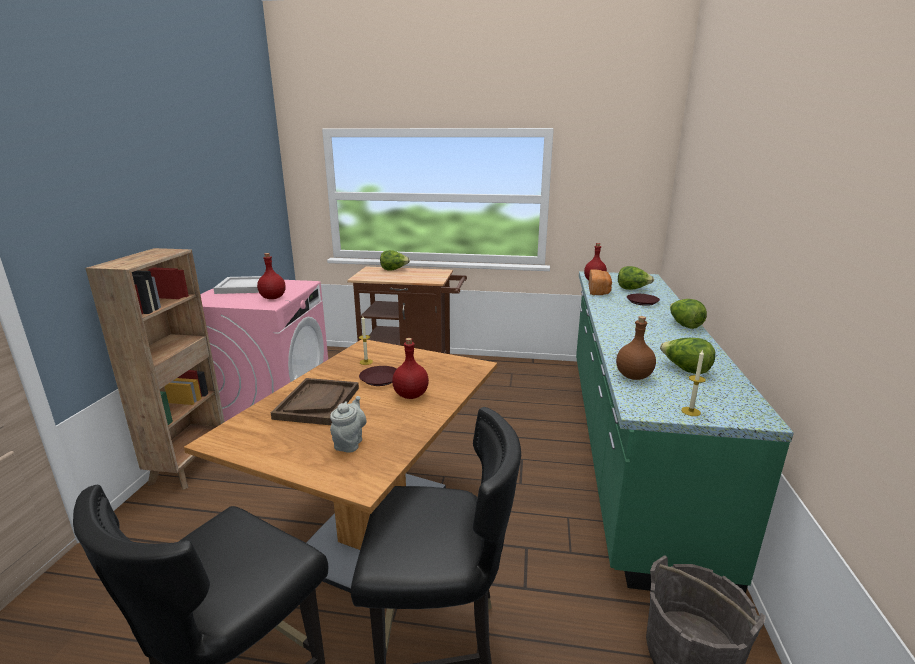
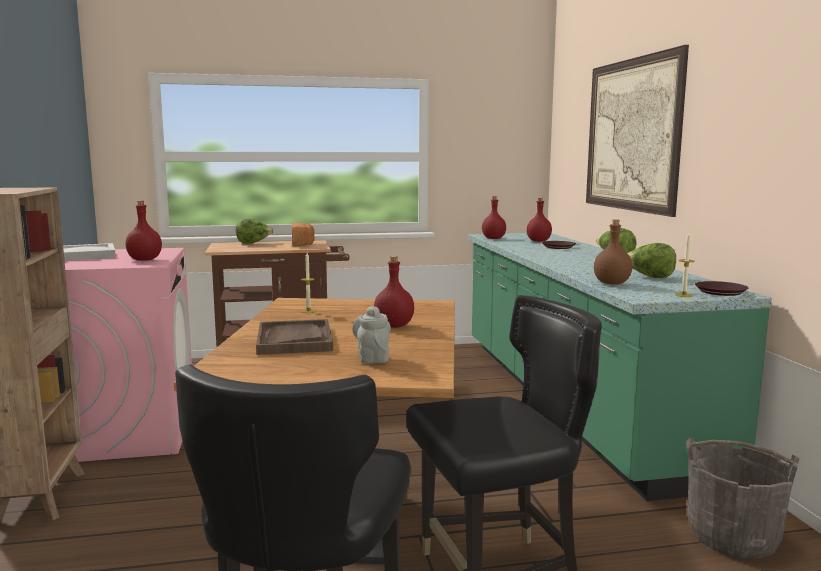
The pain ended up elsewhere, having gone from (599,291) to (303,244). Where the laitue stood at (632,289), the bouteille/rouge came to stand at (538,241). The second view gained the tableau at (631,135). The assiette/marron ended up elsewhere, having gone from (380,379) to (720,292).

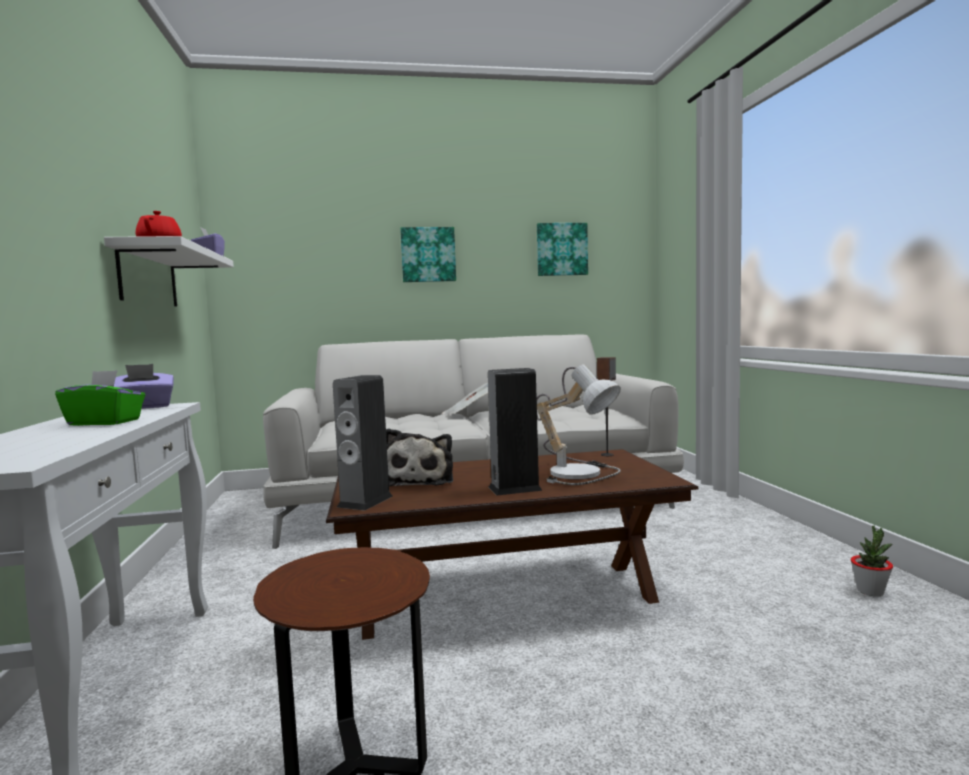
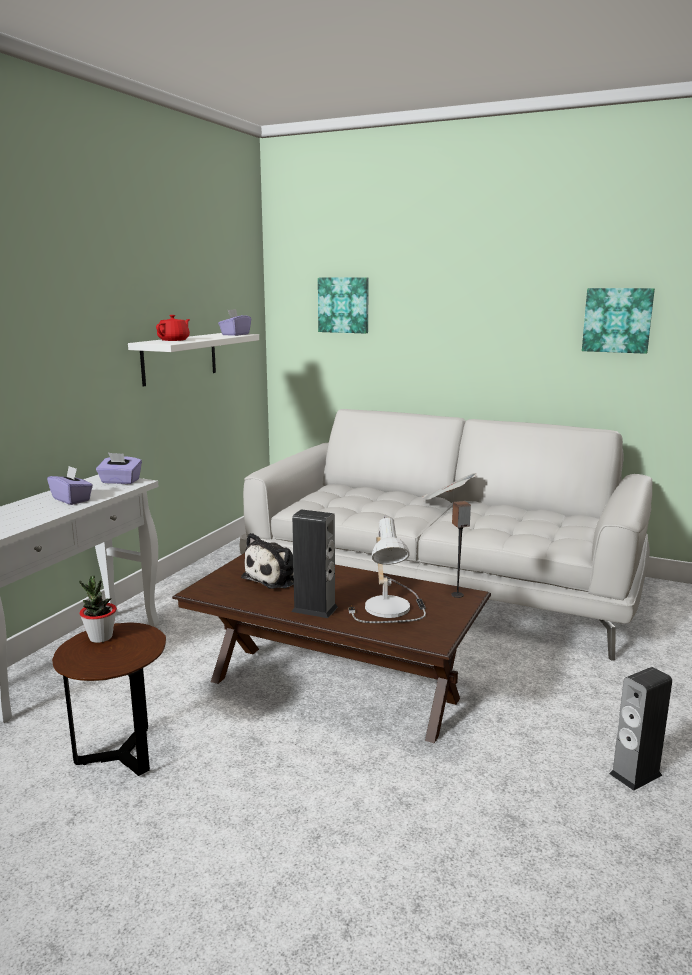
What was the boîte à mouchoirs/vert at (105,422) turned into the boîte à mouchoirs/violet at (72,499). The plante en pot ended up elsewhere, having gone from (870,591) to (100,637). The tableau ended up elsewhere, having gone from (428,255) to (344,305). The enceinte ended up elsewhere, having gone from (365,501) to (635,774).

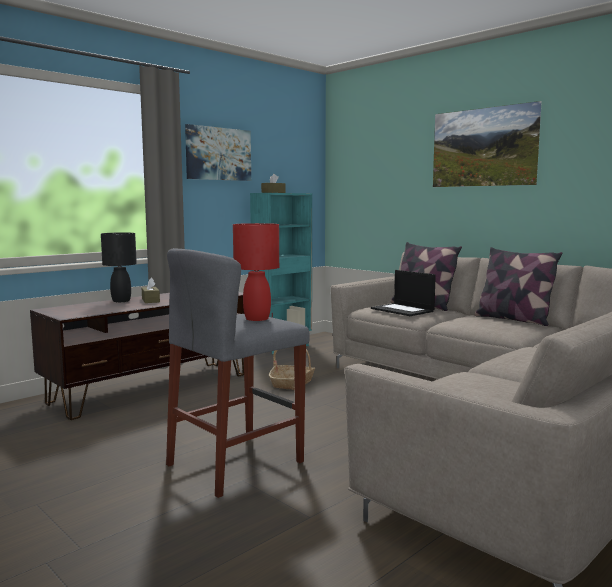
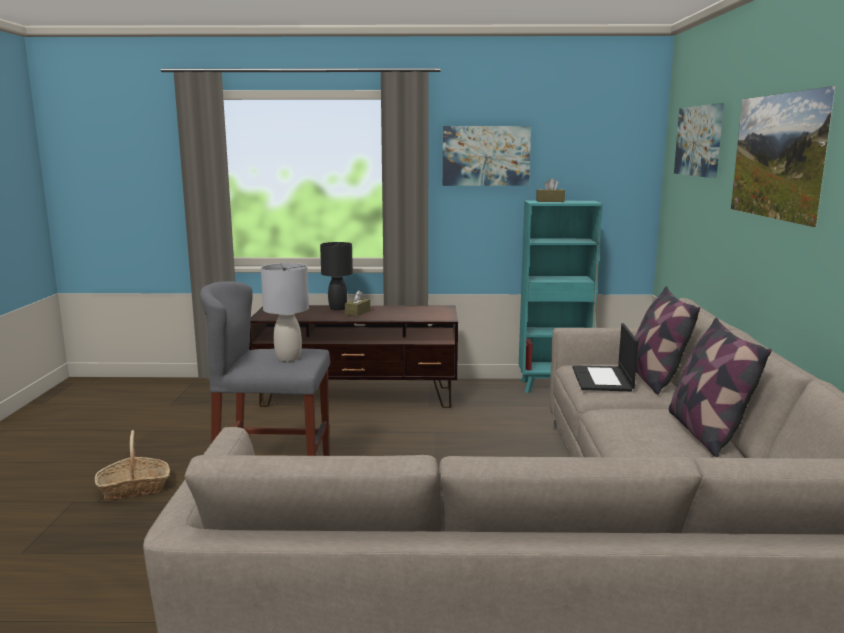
The panier ended up elsewhere, having gone from (292,383) to (134,488). What was the lampe de table/rouge at (257,318) turned into the lampe de table/gris at (289,358). The second view gained the tableau at (699,141).

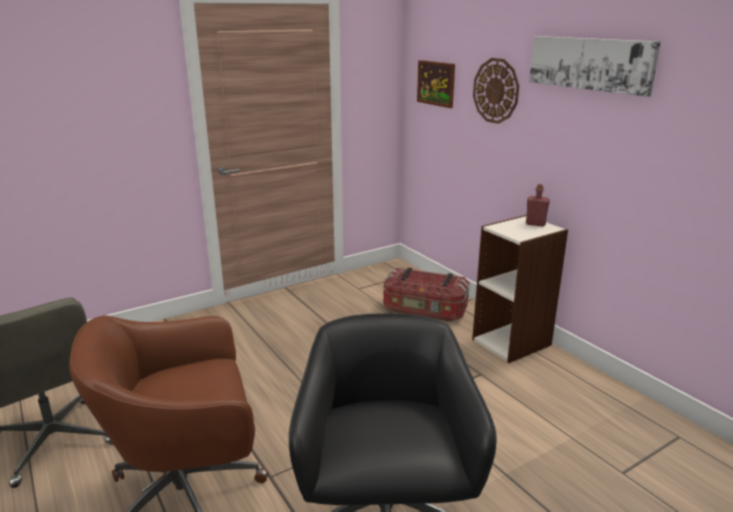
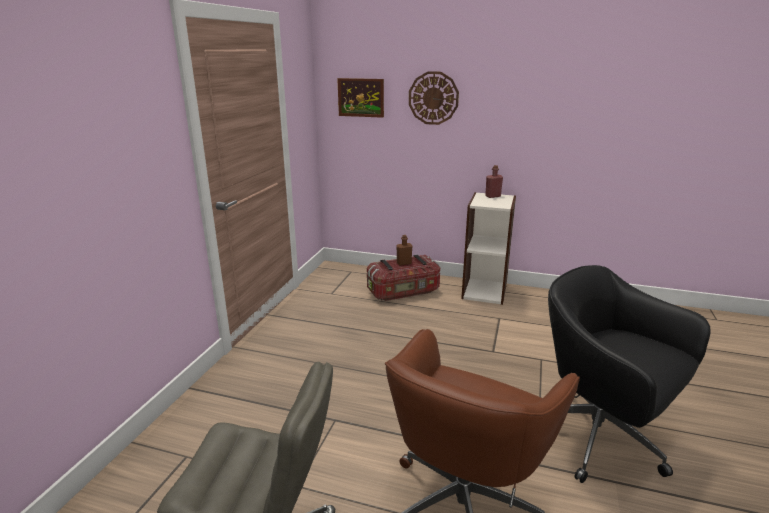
The second view gained the bouteille/marron at (404,263). The second view lost the tableau at (590,63).

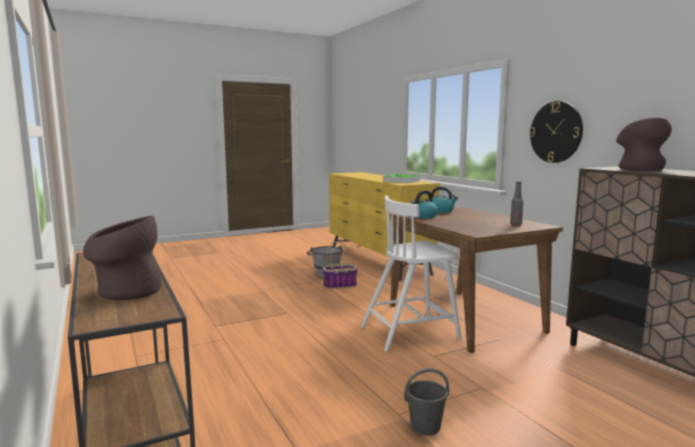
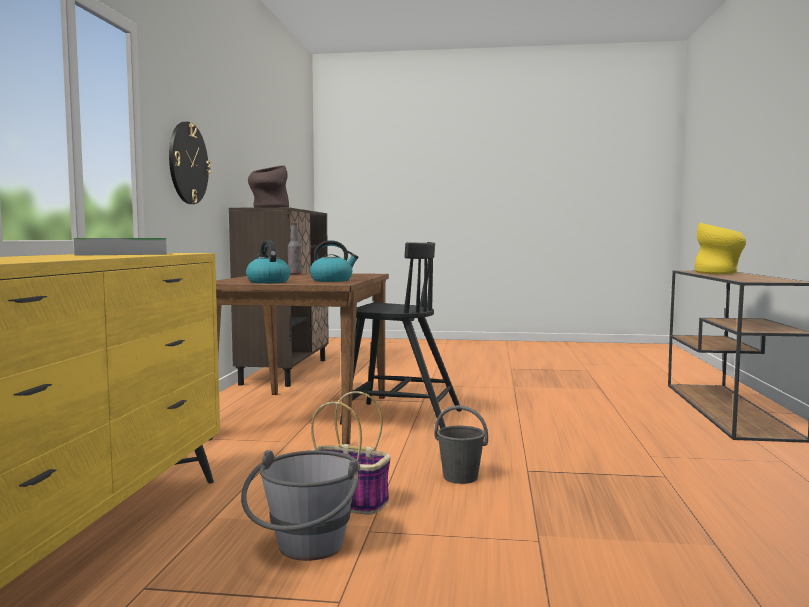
What was the chaise/blanc at (411,332) turned into the chaise/noir at (400,417). The seau/gris ended up elsewhere, having gone from (426,426) to (459,477). What was the vase/marron at (125,292) turned into the vase/jaune at (719,273).

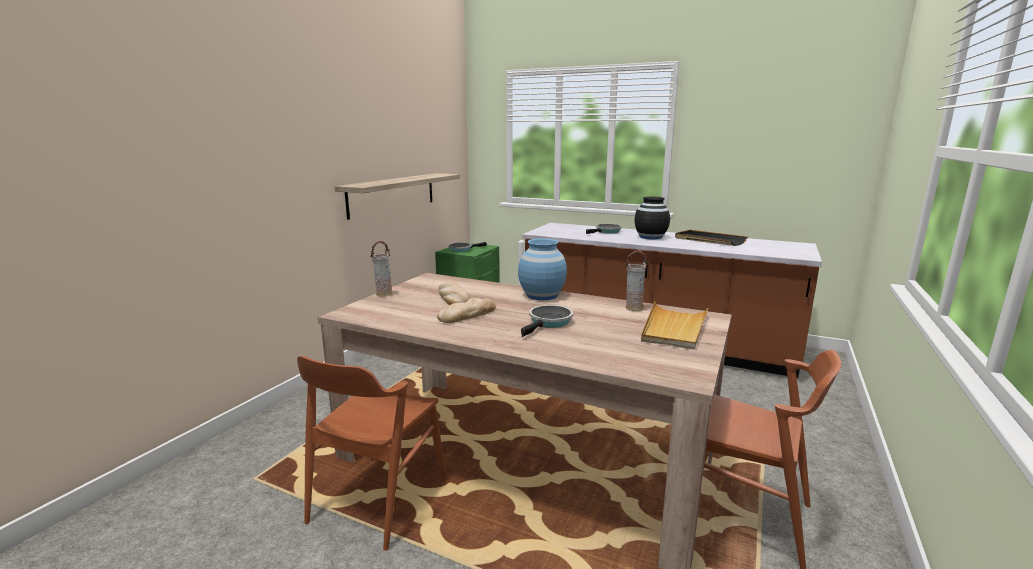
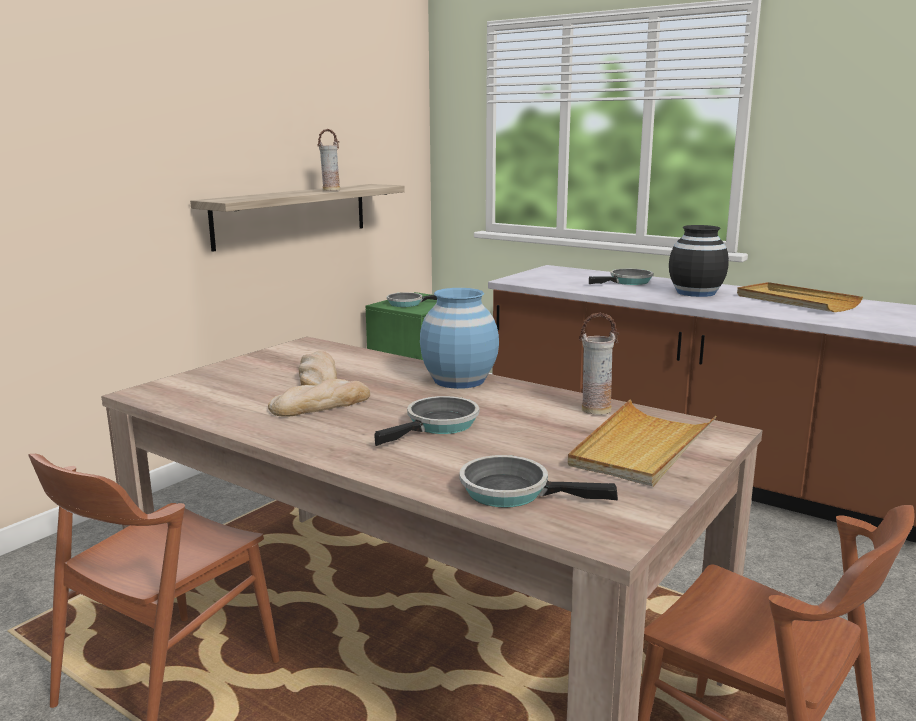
The vase ended up elsewhere, having gone from (384,294) to (331,190). The second view gained the poêle at (512,492). What was the plateau/noir at (709,240) turned into the plateau/beige at (795,301).

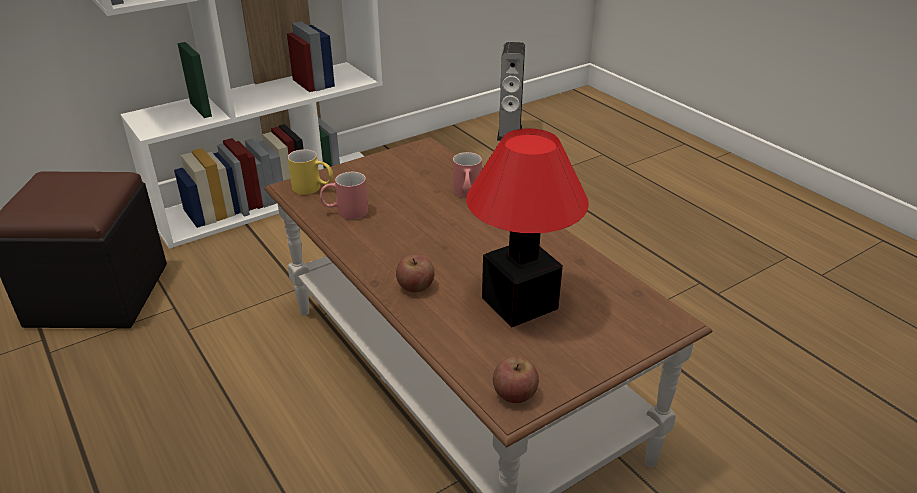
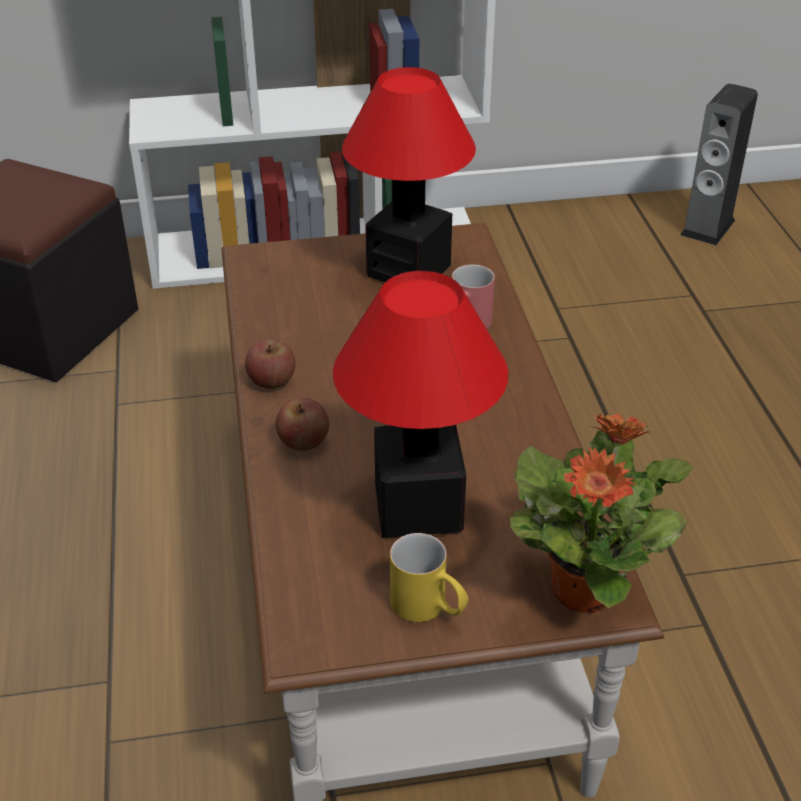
The pomme ended up elsewhere, having gone from (514,394) to (271,380). The second view gained the lampe de table at (407,270). The mug/jaune ended up elsewhere, having gone from (313,188) to (429,609). The second view gained the plante en pot at (584,588). The second view lost the mug/rouge at (345,212).

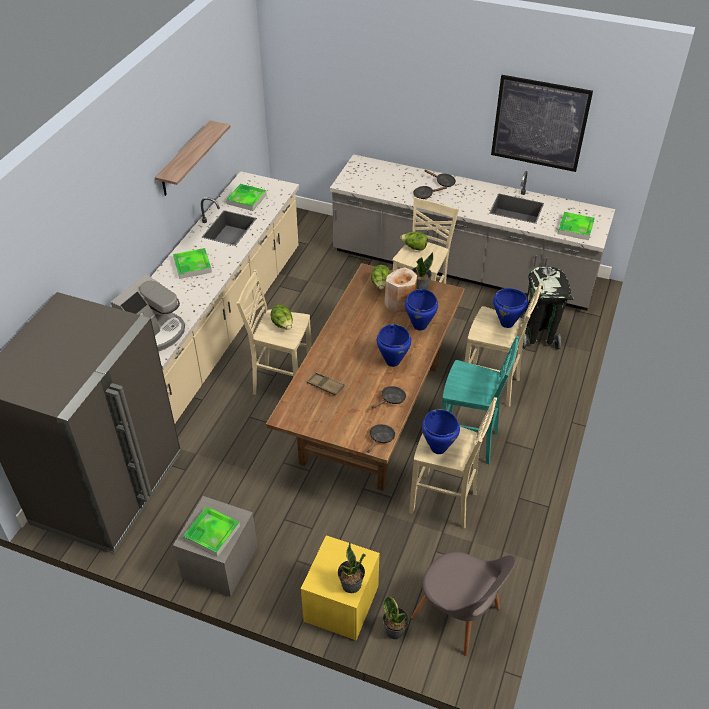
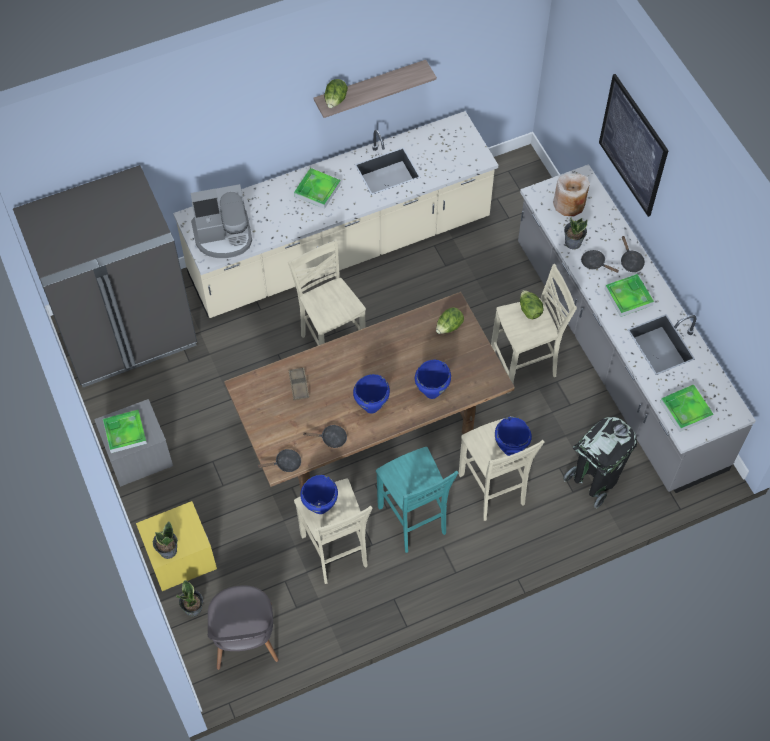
The laitue ended up elsewhere, having gone from (283,325) to (335,101). The vase/beige ended up elsewhere, having gone from (400,302) to (569,204). The plante en pot ended up elsewhere, having gone from (420,287) to (573,242). The tableau ended up elsewhere, having gone from (539,123) to (633,145). The plateau ended up elsewhere, having gone from (246,199) to (628,297).

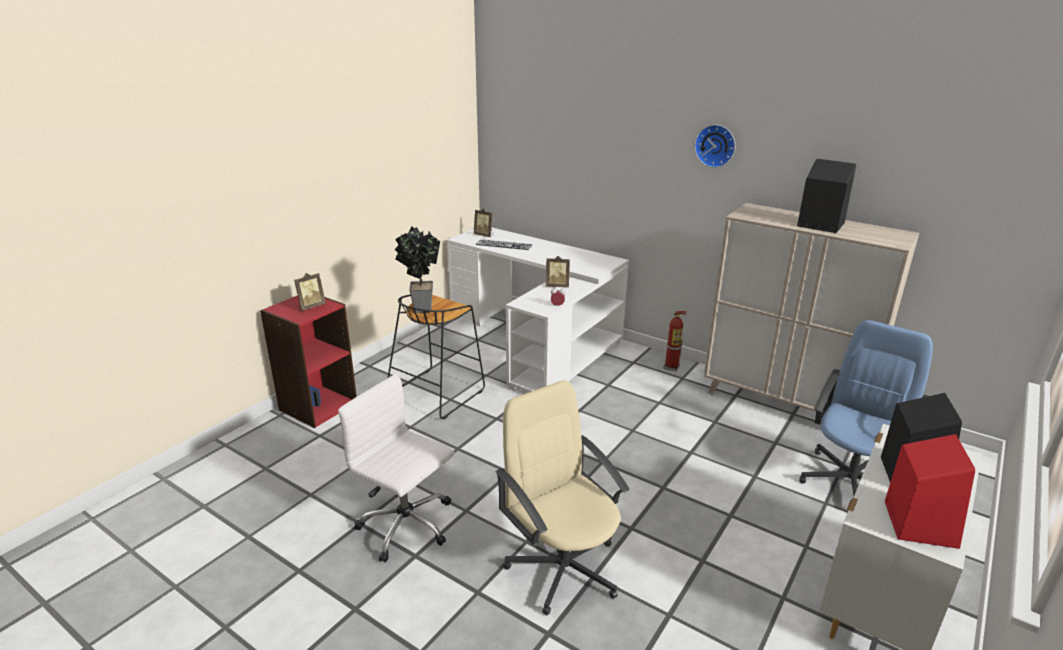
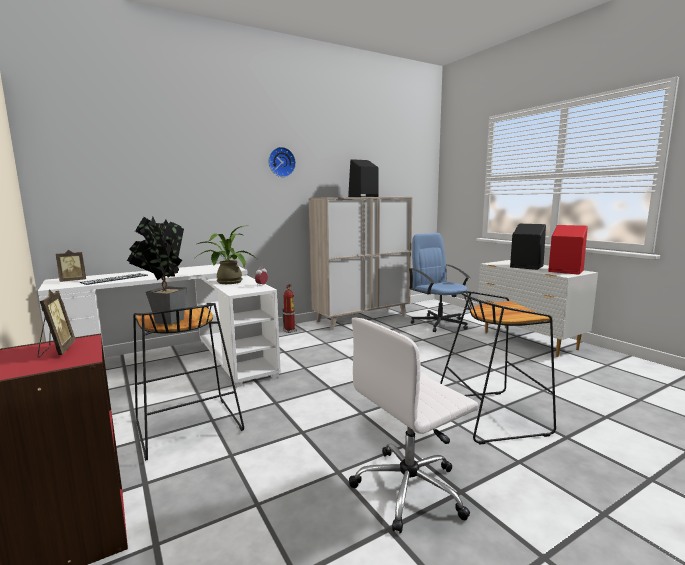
Where the cadre photo stood at (557,286), the plante en pot came to stand at (227,282). Where the chaise de bureau/beige stood at (563,567), the tabouret/noir came to stand at (492,415).

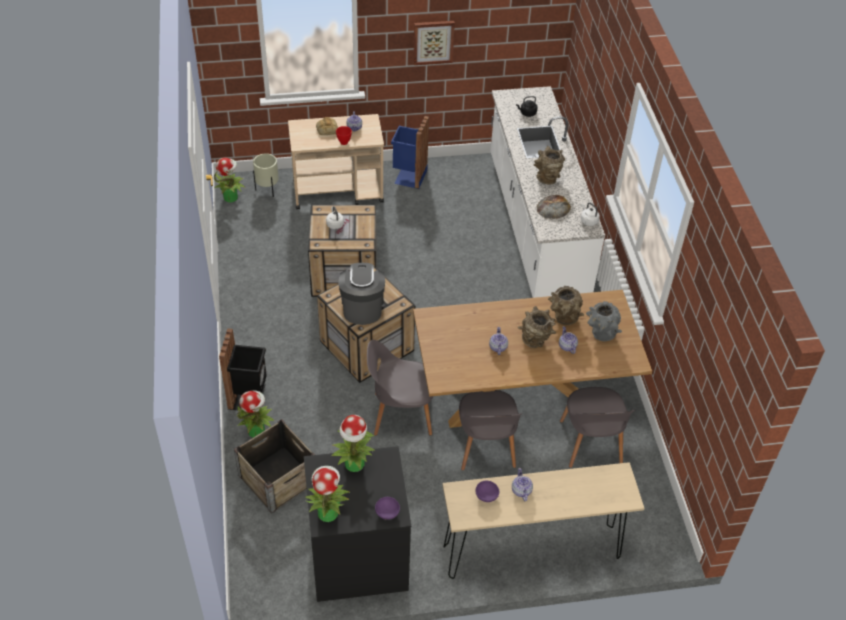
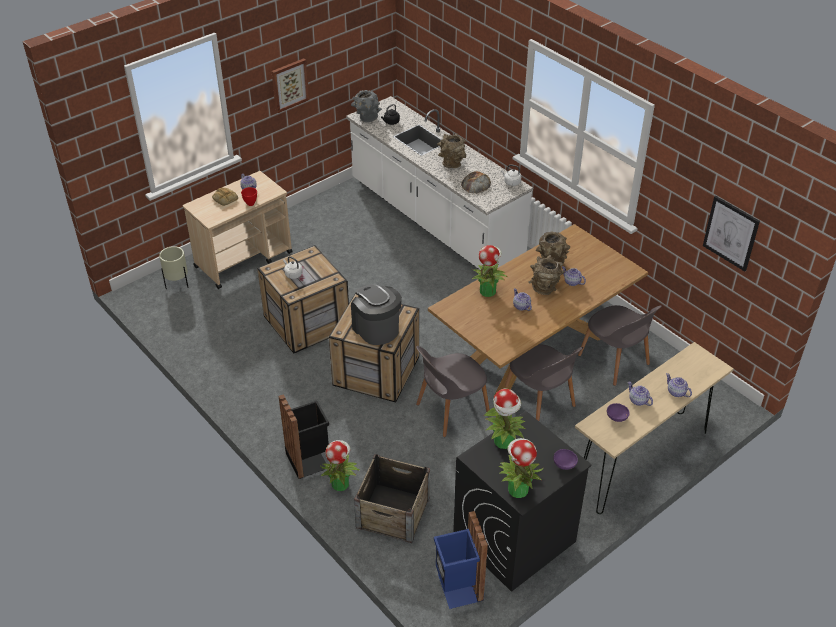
The vase/gris ended up elsewhere, having gone from (600,335) to (366,119). The poubelle/bleu ended up elsewhere, having gone from (409,176) to (458,588). The plante en pot ended up elsewhere, having gone from (231,197) to (487,291). The second view gained the théière at (676,392). The second view gained the tableau at (731,233).

